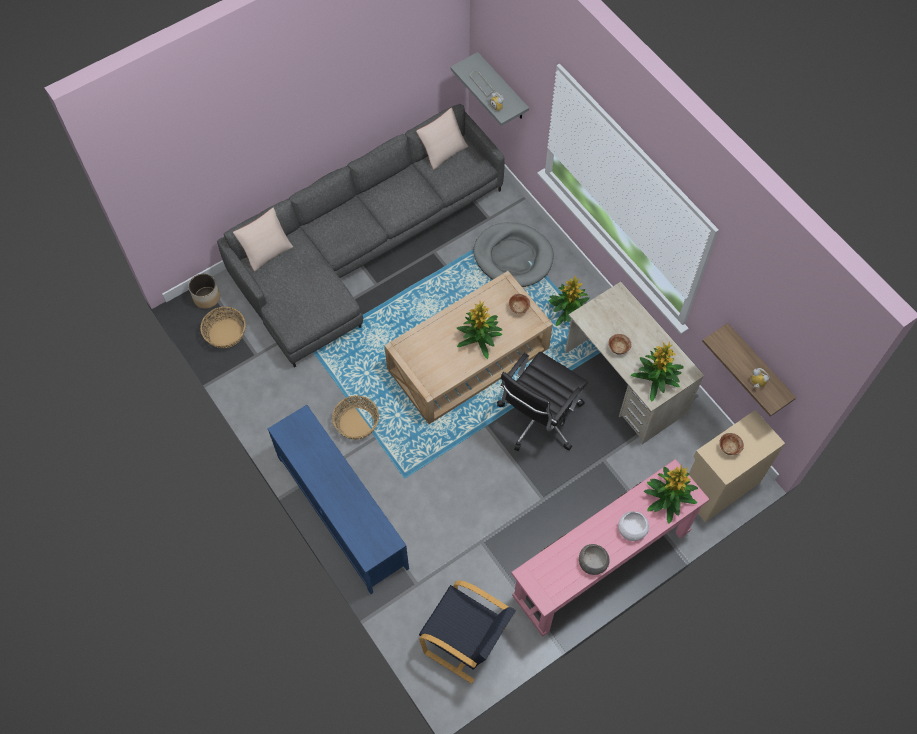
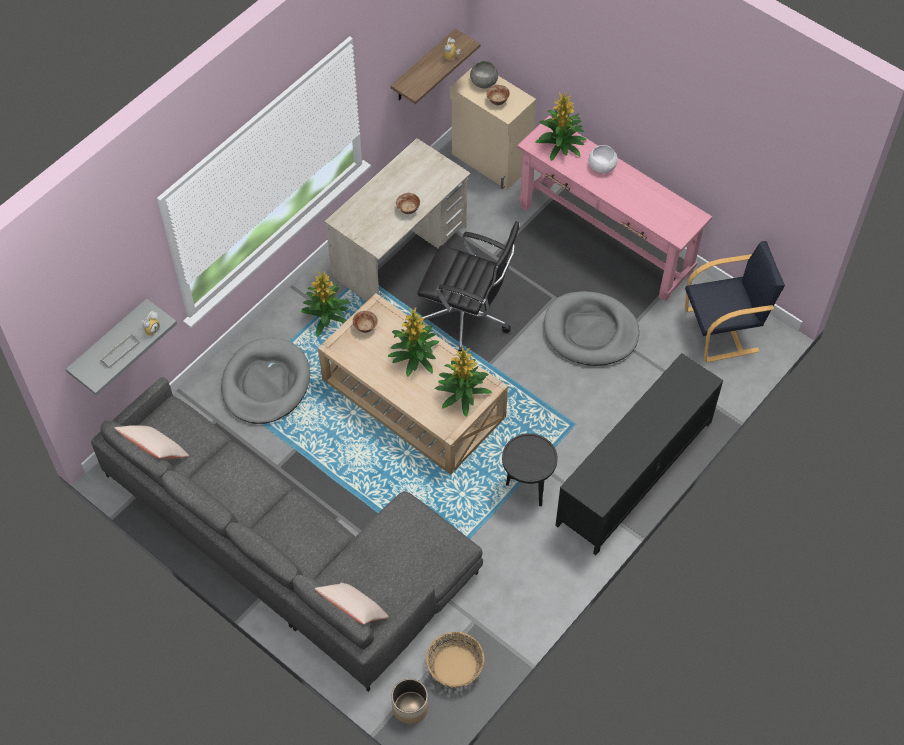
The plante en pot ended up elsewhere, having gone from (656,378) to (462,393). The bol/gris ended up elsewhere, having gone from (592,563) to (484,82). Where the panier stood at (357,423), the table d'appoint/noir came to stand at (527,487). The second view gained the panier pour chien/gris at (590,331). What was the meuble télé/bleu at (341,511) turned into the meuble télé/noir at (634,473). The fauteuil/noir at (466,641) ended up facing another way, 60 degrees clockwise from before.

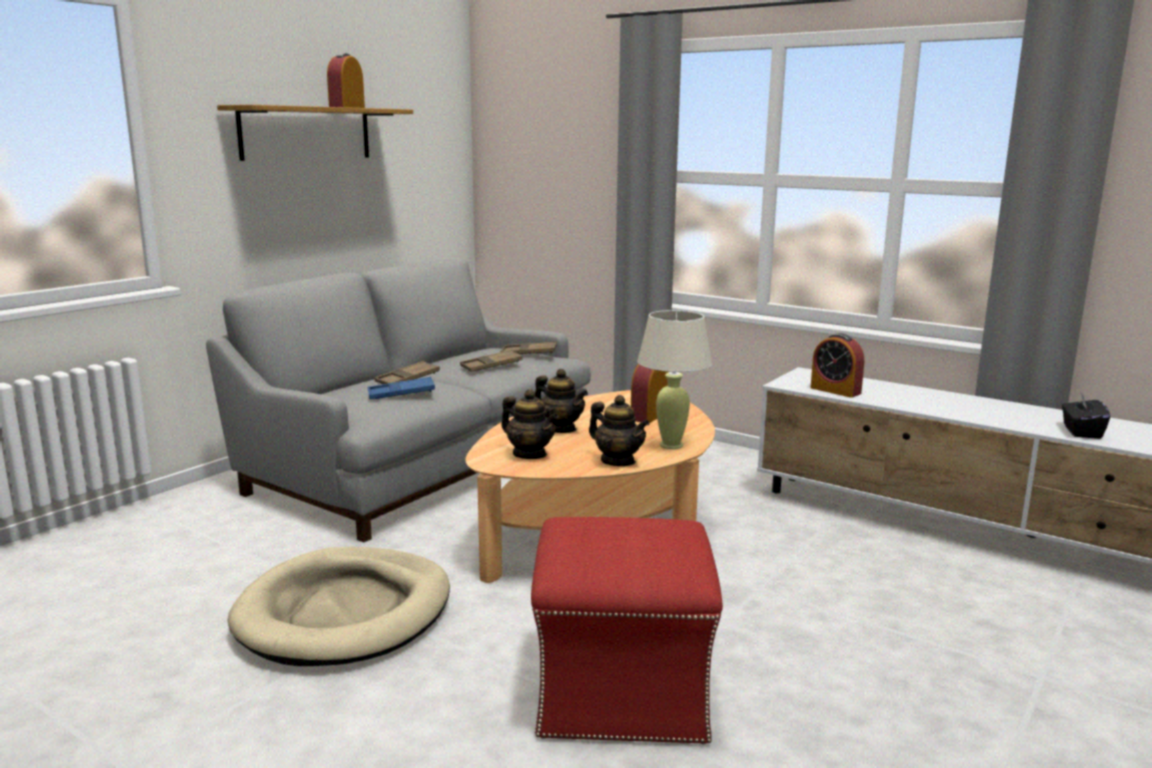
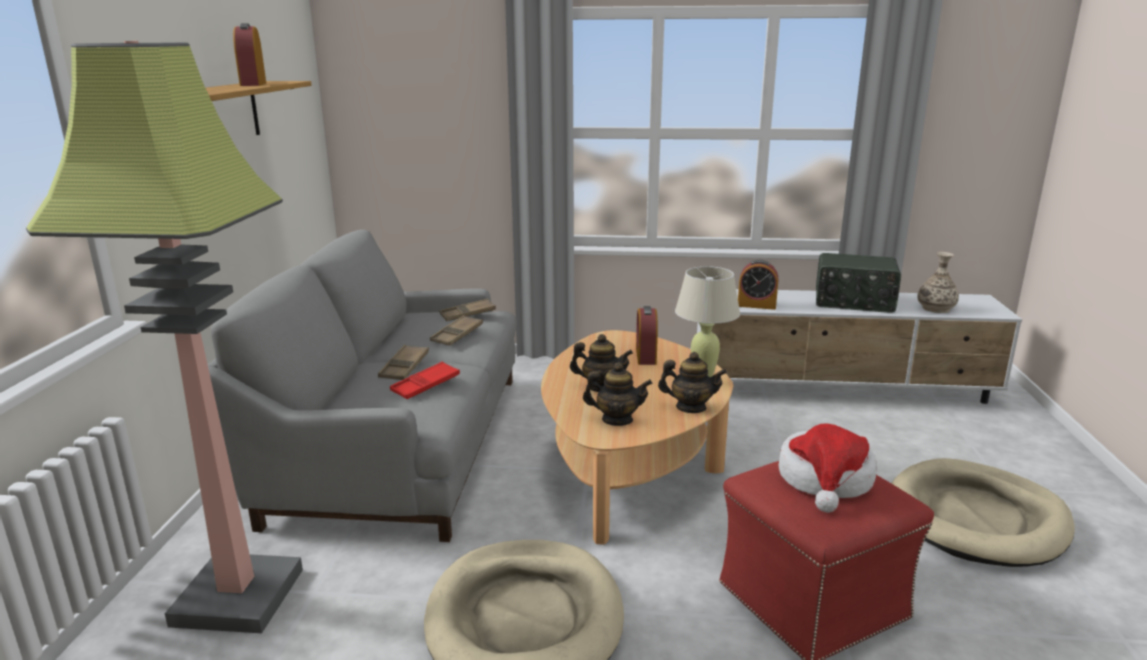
The second view gained the lampadaire at (237,596). What was the plateau/bleu at (401,394) turned into the plateau/rouge at (425,385). The second view gained the chapeau at (825,480). The second view gained the radio at (854,302). The second view gained the panier pour chien/beige at (976,518). Where the boîte à mouchoirs/noir stood at (1081,432), the vase came to stand at (936,308).

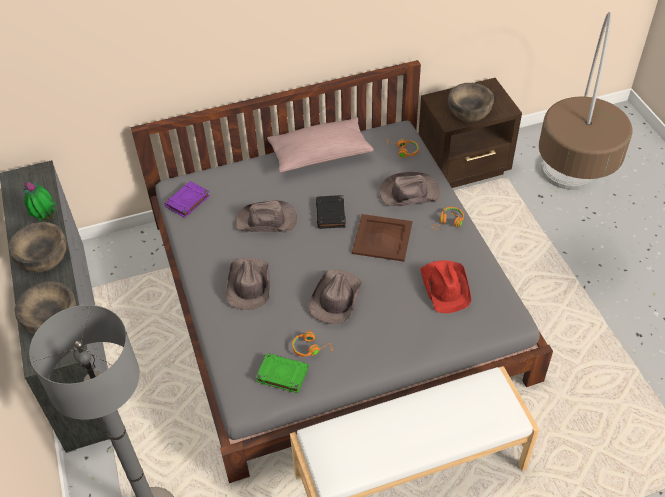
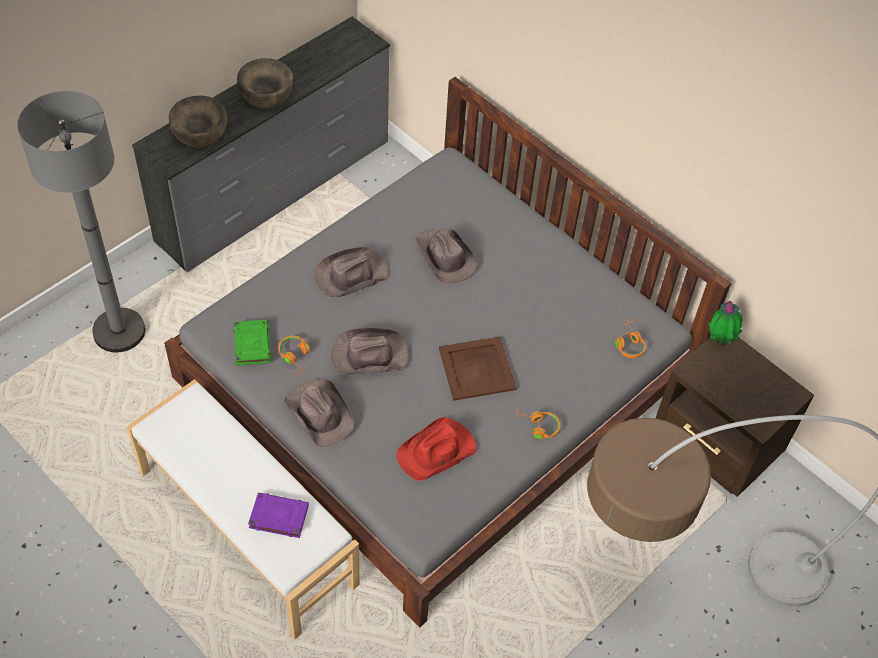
The livre/violet ended up elsewhere, having gone from (187,201) to (278,517). The chapeau/marron ended up elsewhere, having gone from (408,193) to (320,413). The plante en pot ended up elsewhere, having gone from (45,218) to (720,340). The second view lost the coussin/rose at (320,155). The second view lost the livre/noir at (331,214). The second view lost the bol/marron at (469,111).

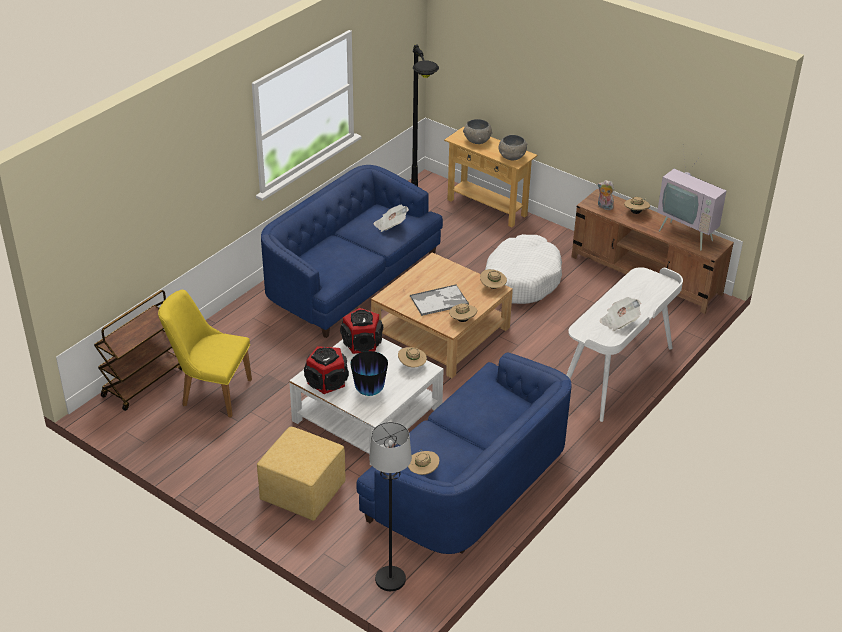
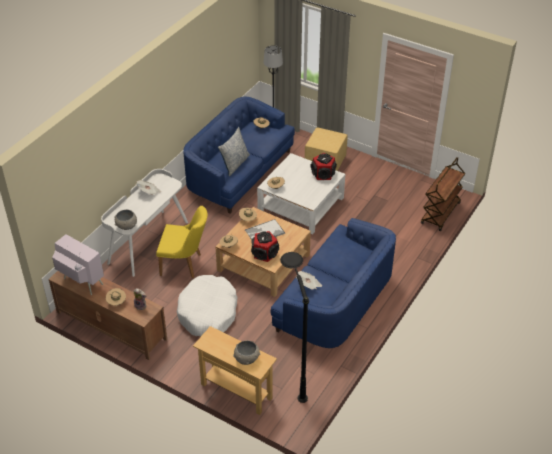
The bol/gris ended up elsewhere, having gone from (512,157) to (126,226). The chaise/jaune ended up elsewhere, having gone from (210,392) to (185,264). The second view gained the coussin at (235,164). The enceinte ended up elsewhere, having gone from (362,343) to (264,254). The second view lost the vase at (369,391).

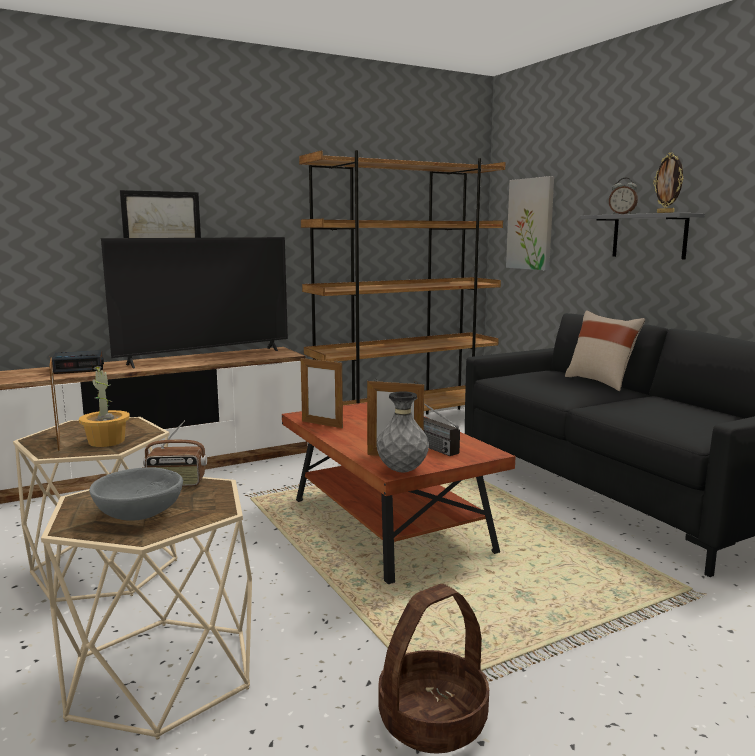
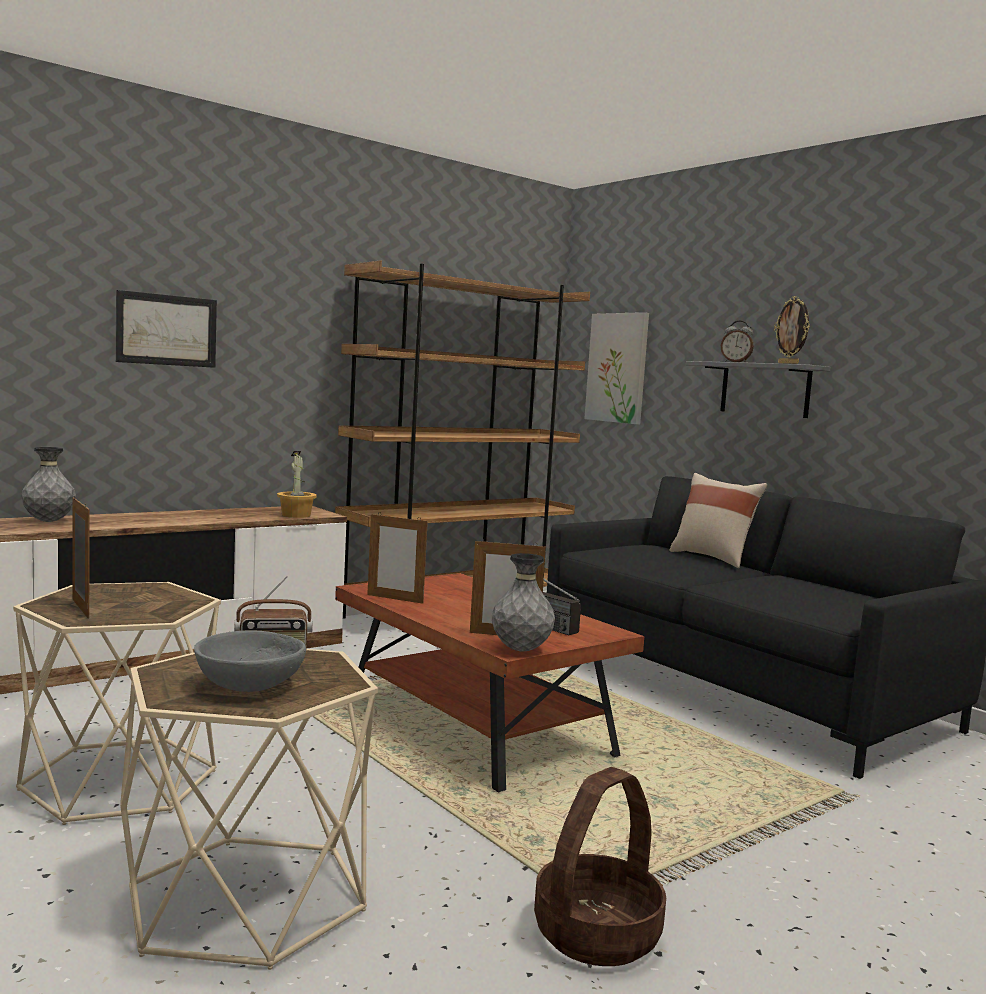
Where the réveil stood at (79,368), the vase/gris came to stand at (49,521). The plante en pot ended up elsewhere, having gone from (106,441) to (296,515). The second view lost the téléviseur at (206,357).

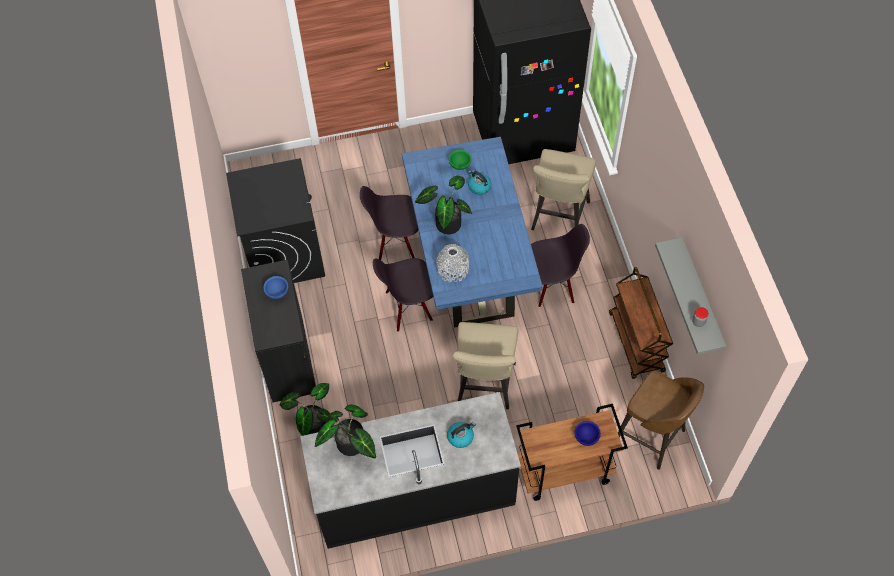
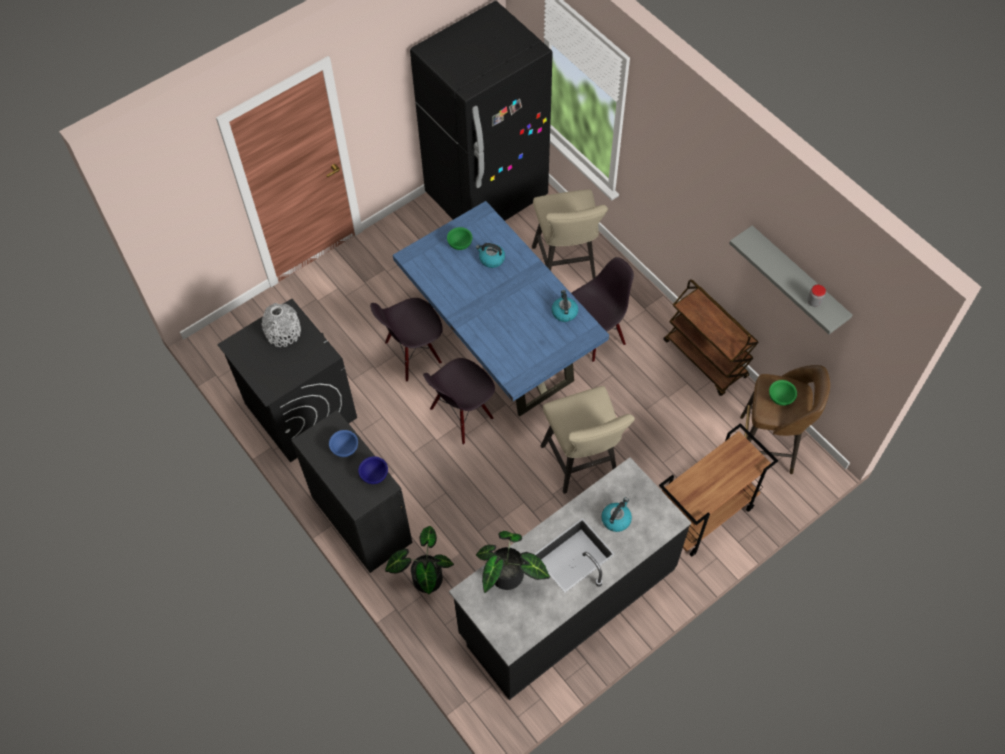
The vase/gris ended up elsewhere, having gone from (453,269) to (283,332). The bol/bleu ended up elsewhere, having gone from (586,438) to (374,476). The second view gained the bouilloire at (564,312). The second view gained the bol/vert at (780,398). The second view lost the plante en pot at (446,222).

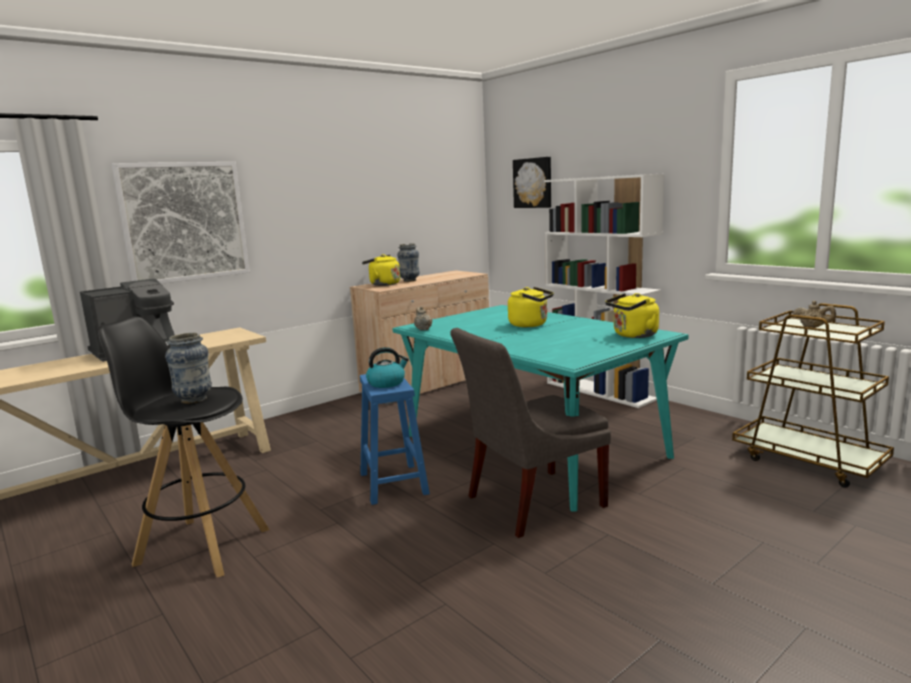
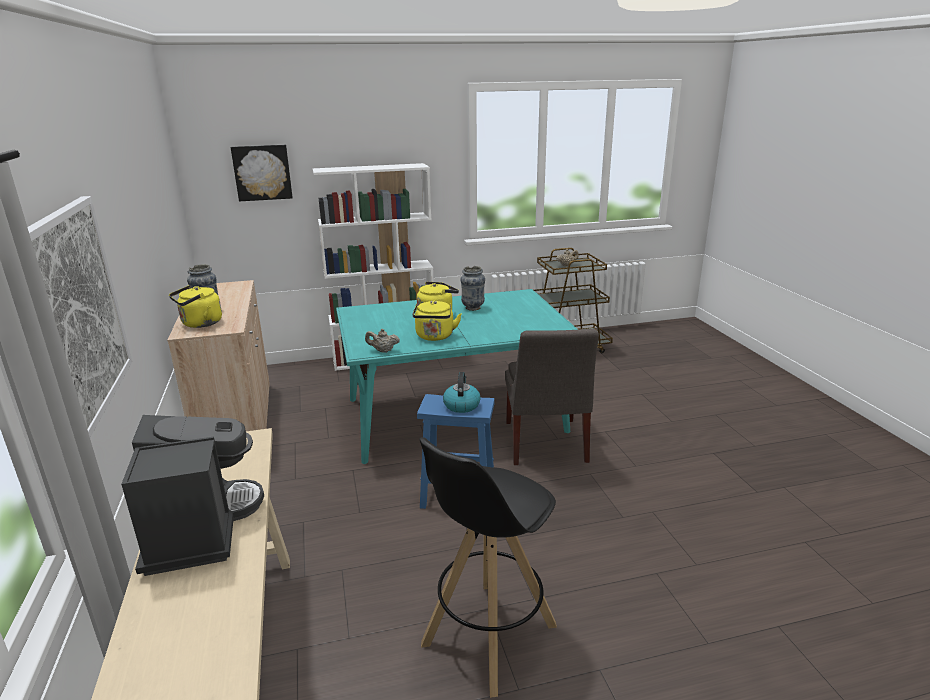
The bouilloire/jaune ended up elsewhere, having gone from (633,335) to (435,337). The vase ended up elsewhere, having gone from (194,399) to (473,308).

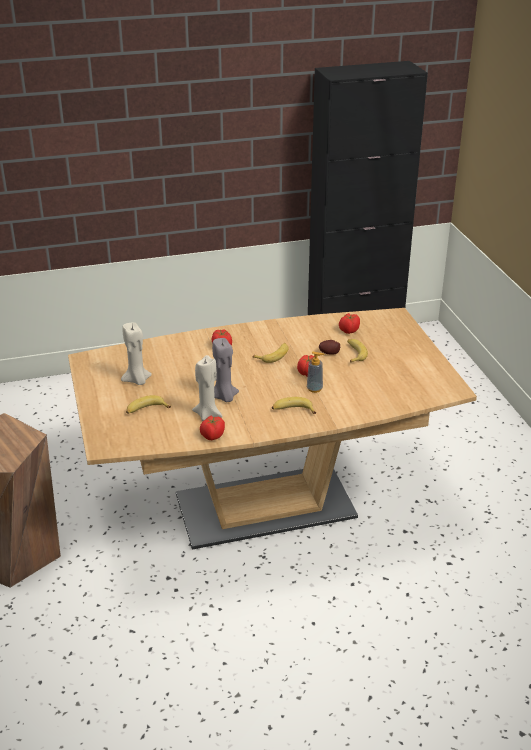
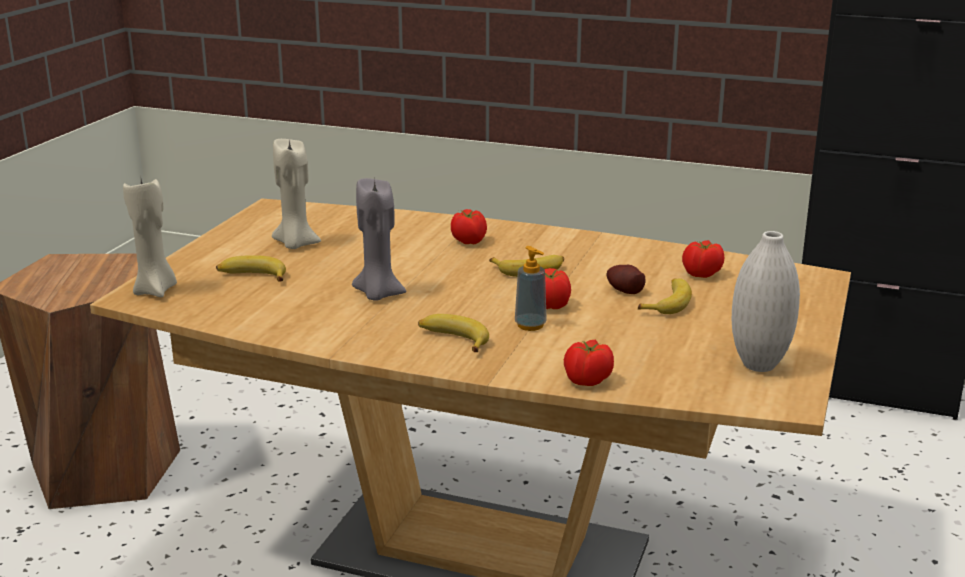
The bougie/beige ended up elsewhere, having gone from (208,414) to (156,291). The tomate ended up elsewhere, having gone from (212,436) to (587,381). The second view gained the vase/blanc at (759,365).

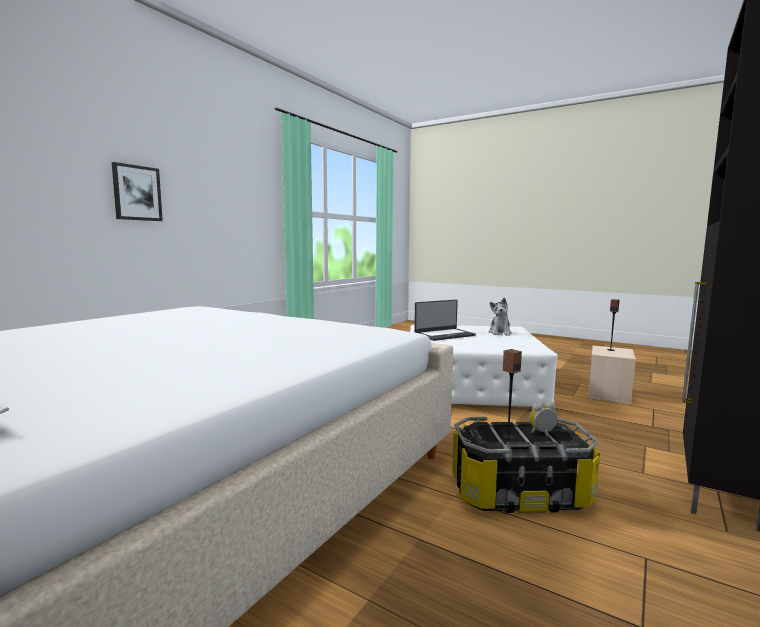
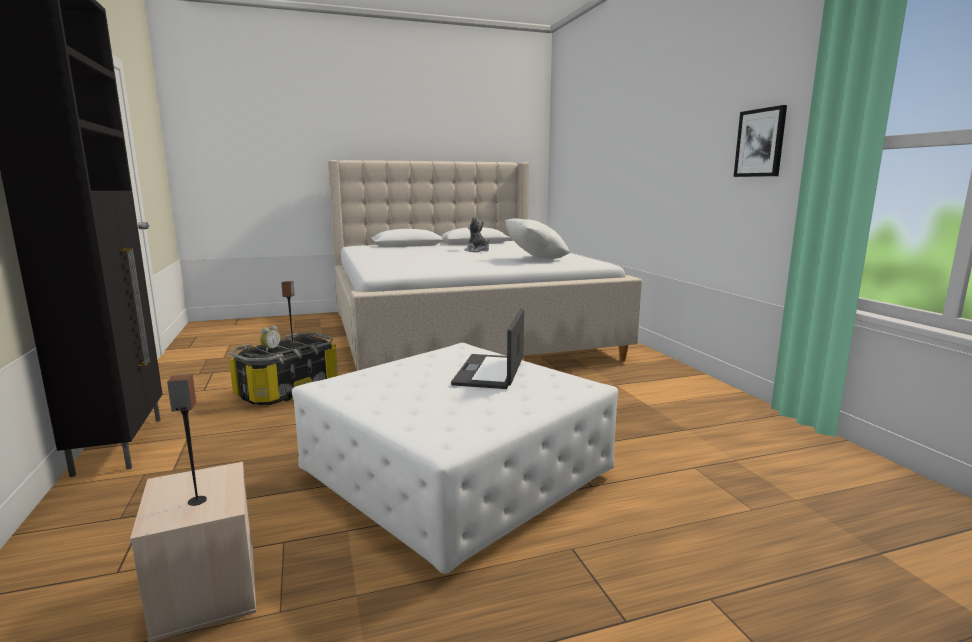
The peluche ended up elsewhere, having gone from (500,333) to (477,251). The second view gained the coussin/blanc at (535,259). The tableau ended up elsewhere, having gone from (137,193) to (760,143).

